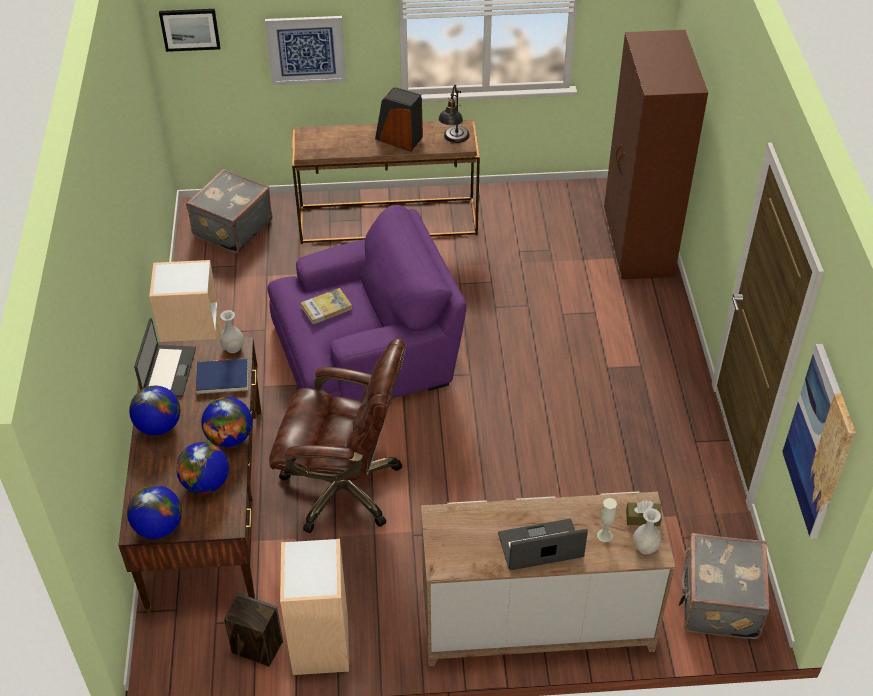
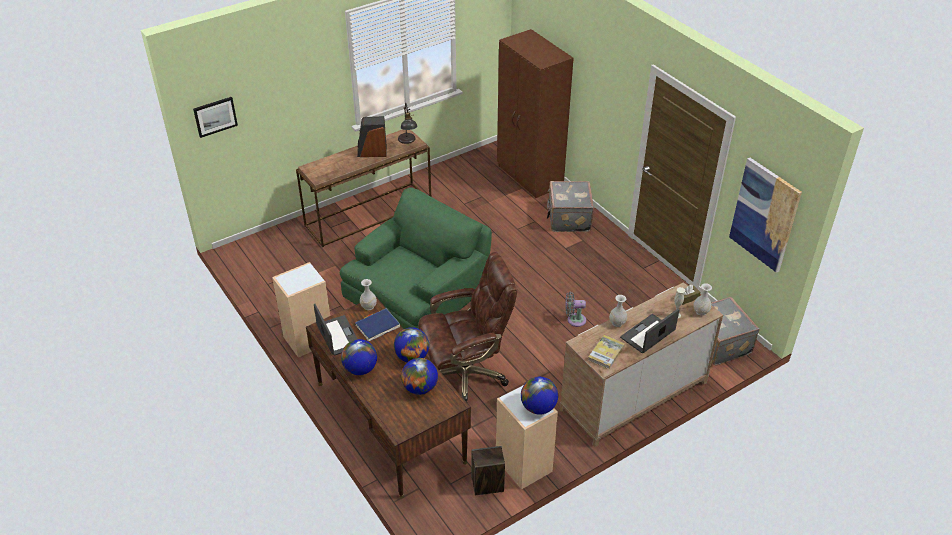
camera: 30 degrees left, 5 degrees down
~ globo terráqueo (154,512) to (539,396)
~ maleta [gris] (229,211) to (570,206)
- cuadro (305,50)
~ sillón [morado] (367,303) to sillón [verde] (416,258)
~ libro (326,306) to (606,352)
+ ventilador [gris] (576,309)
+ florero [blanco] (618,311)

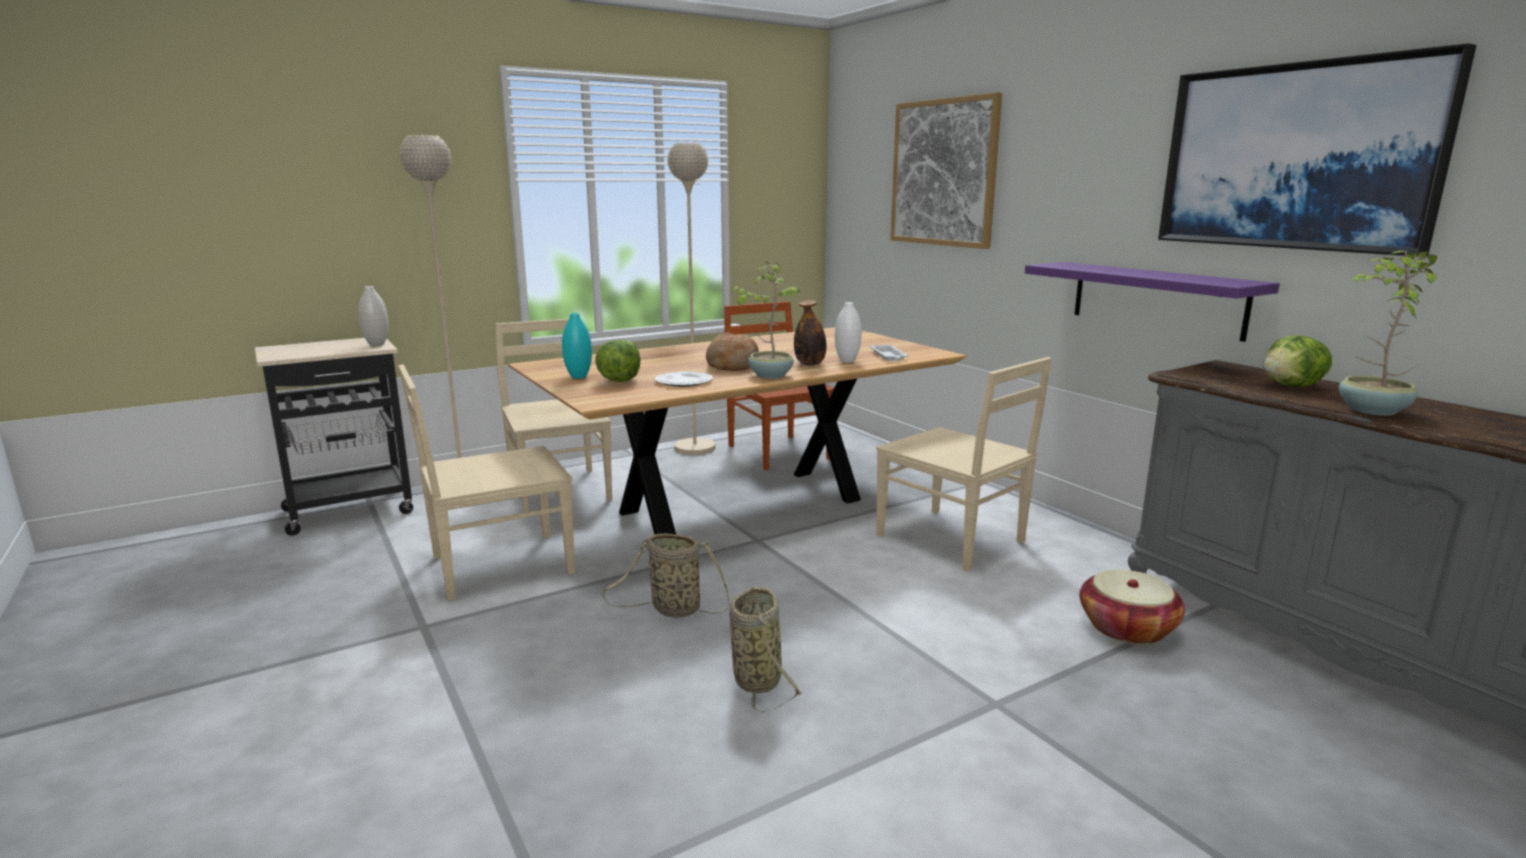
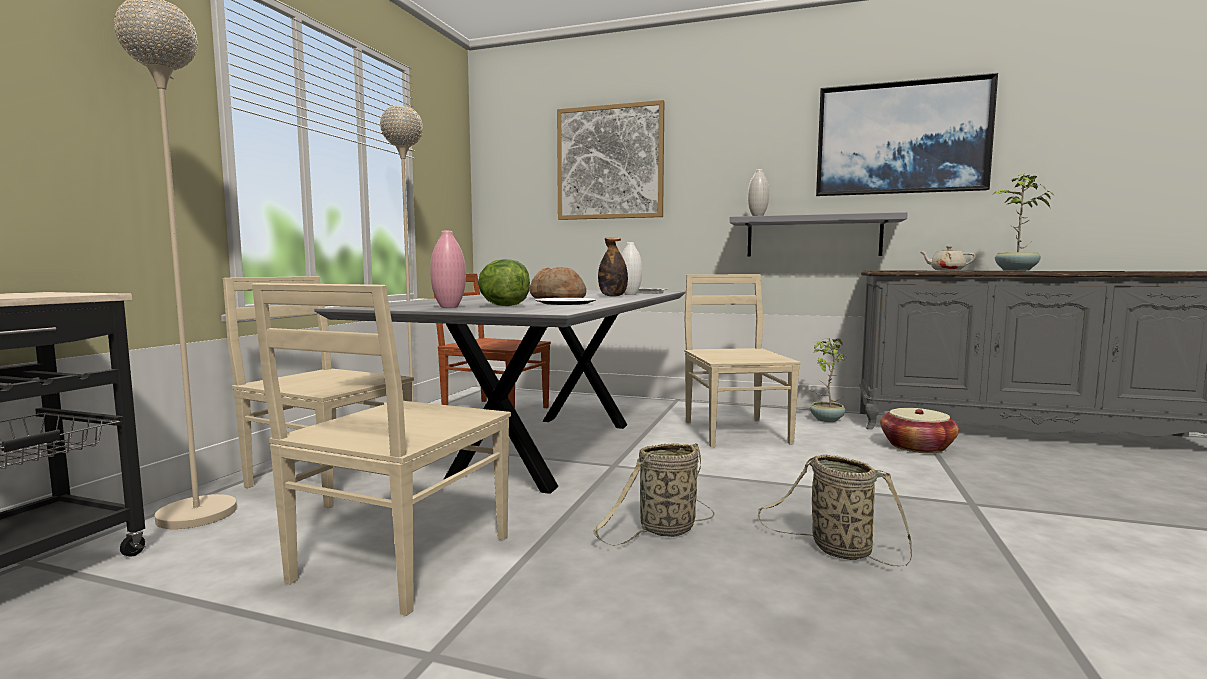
camera: 40 degrees left, 10 degrees down
~ florero [blanco] (373,316) to (758,192)
~ mesa de comedor [marrón] (737,431) to mesa de comedor [gris] (499,392)
~ florero [turquesa] (577,346) to florero [rosa] (448,269)
~ planta en maceta (765,320) to (829,380)
~ silla [beis] (964,464) = (742,360) 105 degrees counterclockwise
~ estante [morado] (1152,302) to estante [gris] (819,234)
~ lechuga (1297,361) to tetera [beis] (948,258)

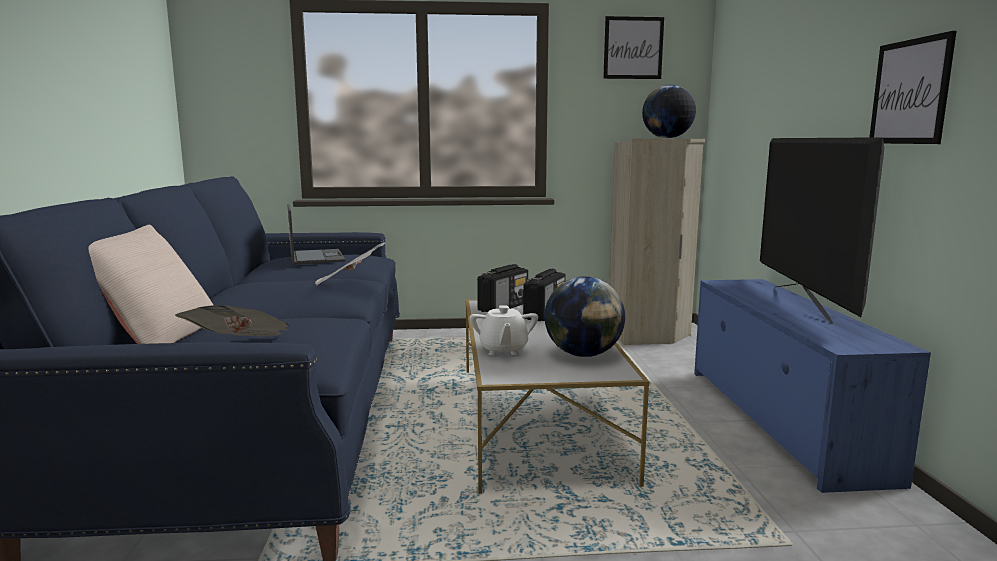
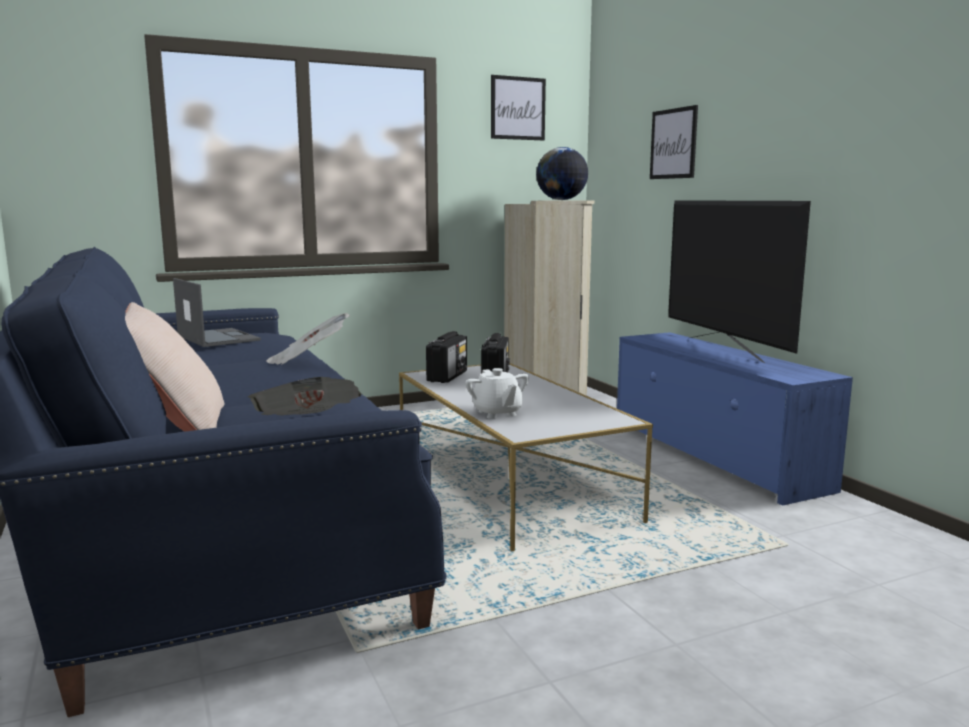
camera: 20 degrees left, 0 degrees up
- globo terráqueo (584,316)
~ cuadro (913,87) to (674,142)

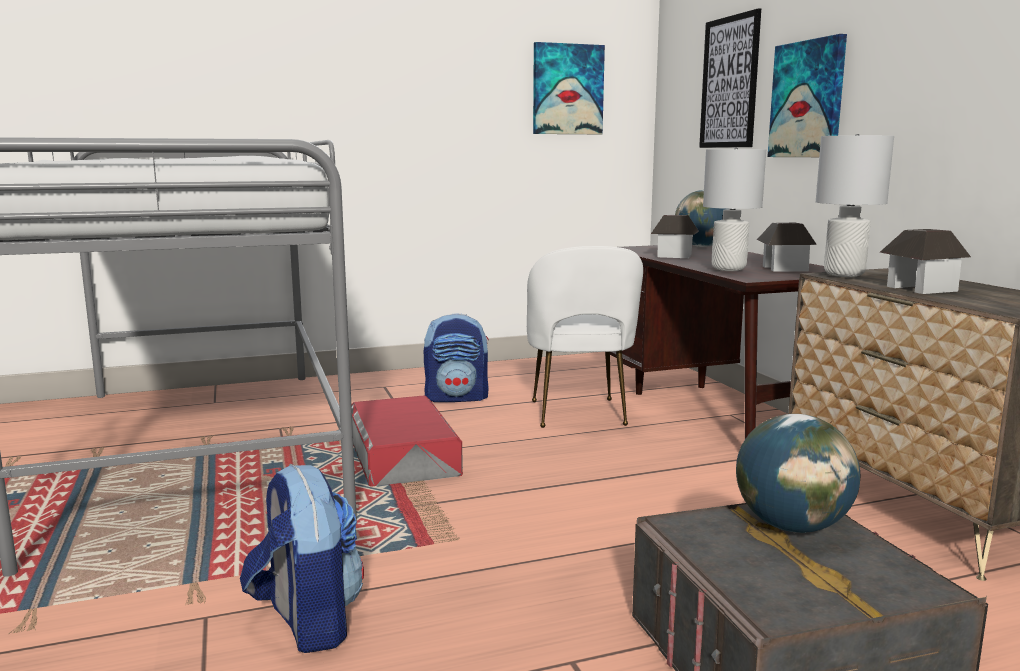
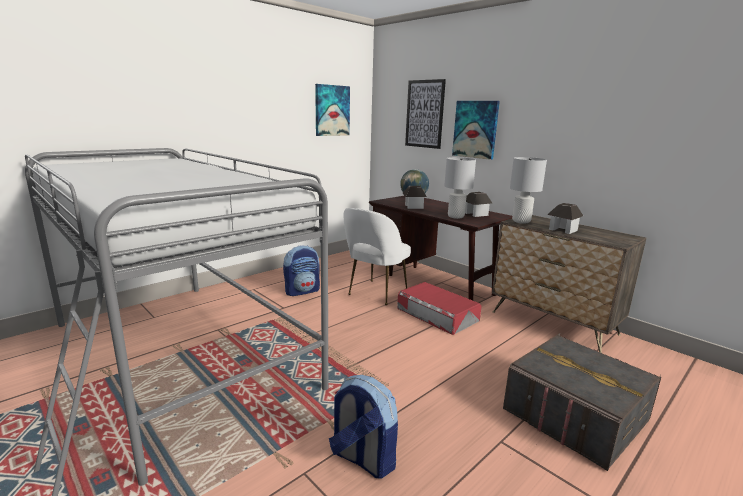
camera: 25 degrees left, 5 degrees up
~ caja de almacenaje [rojo] (407,441) to (439,308)
~ silla [blanco] (585,337) = (377,256) 60 degrees clockwise
- globo terráqueo (798,473)

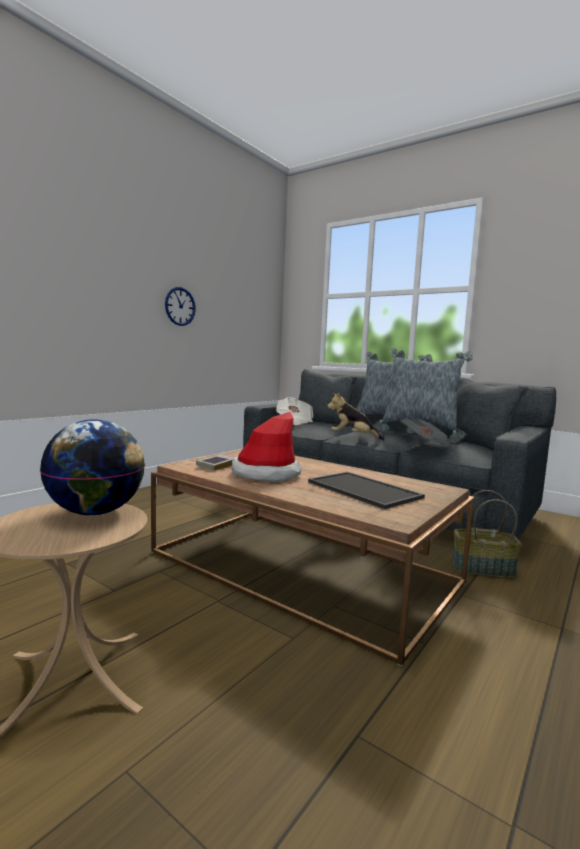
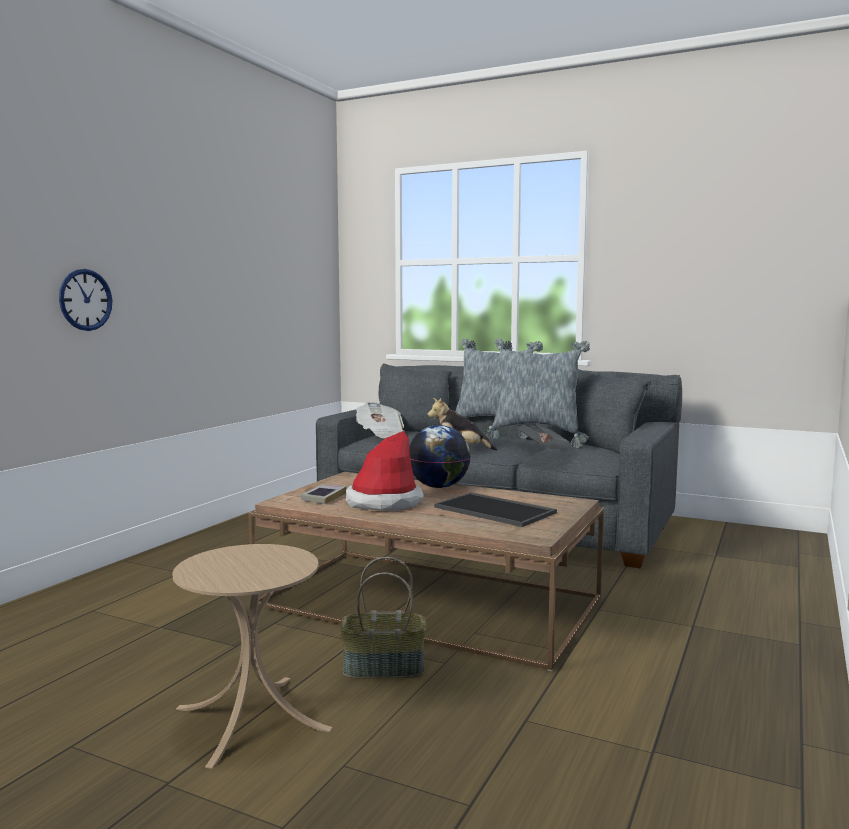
camera: 10 degrees left, 0 degrees up
~ globo terráqueo (92,467) to (439,456)
~ reloj de pared (180,306) to (85,300)
~ cesta (487,534) to (383,617)

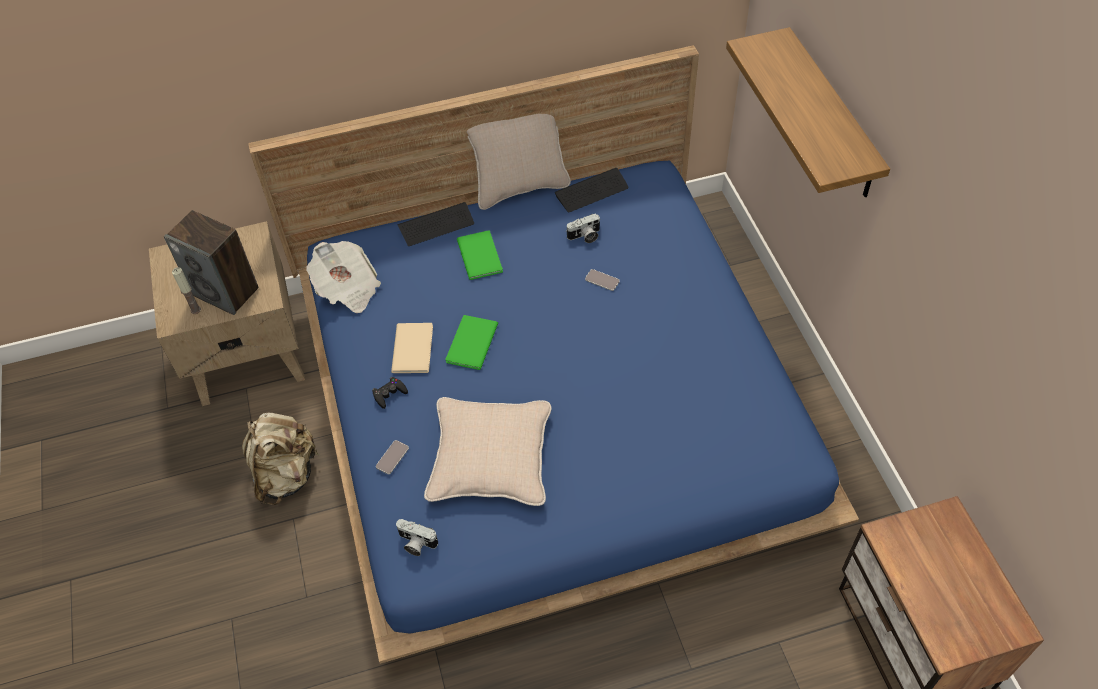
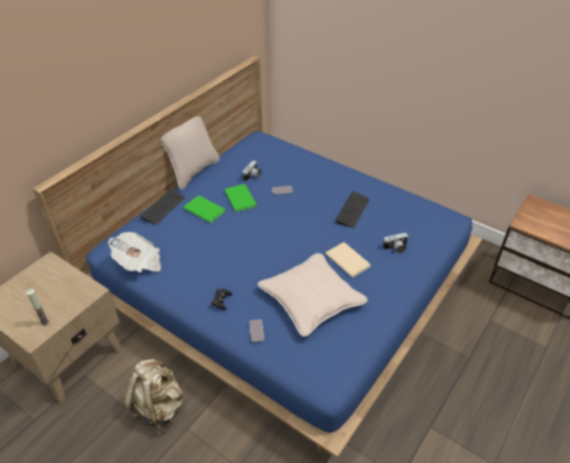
camera: 40 degrees left, 10 degrees down
- altavoz (211,262)
~ libro [beis] (412,348) to (348,260)
~ cámara (417,537) to (395,243)
~ libro [verde] (471,342) to (241,198)
~ teclado (592,190) to (352,209)
- estante (808,112)

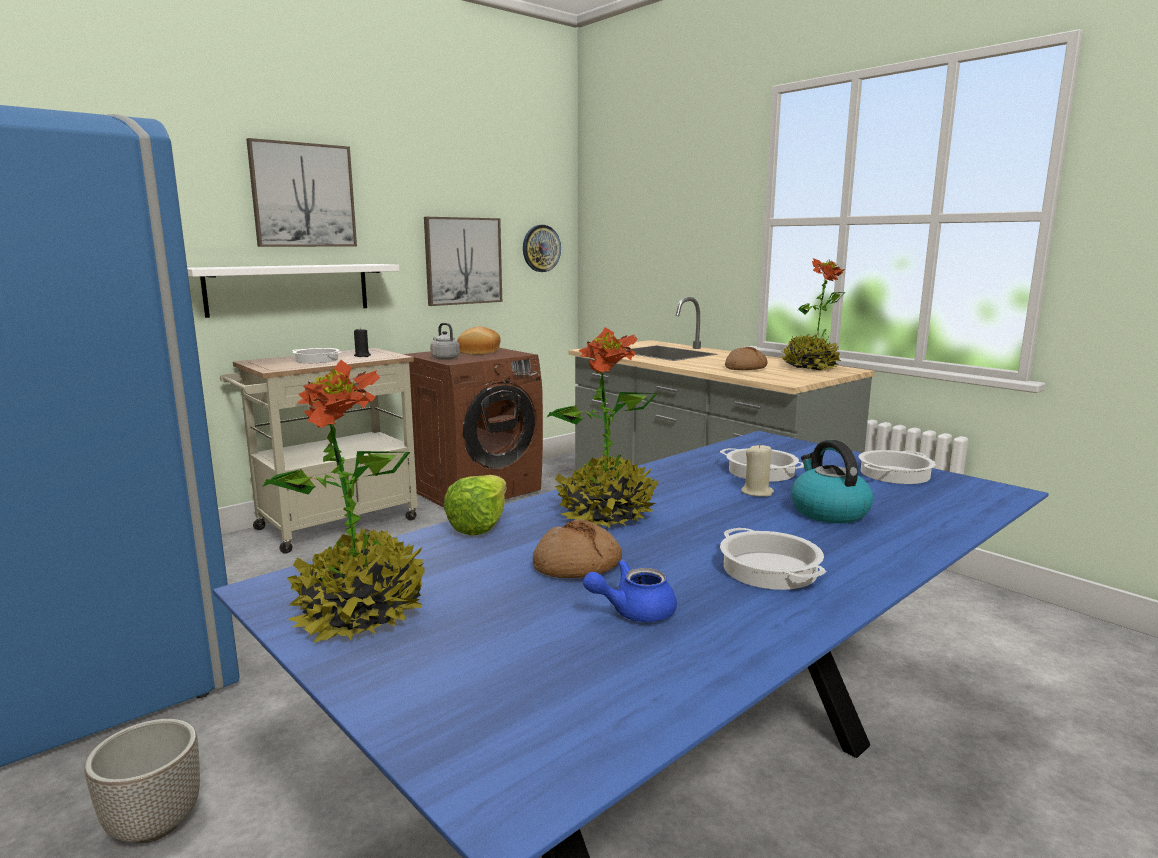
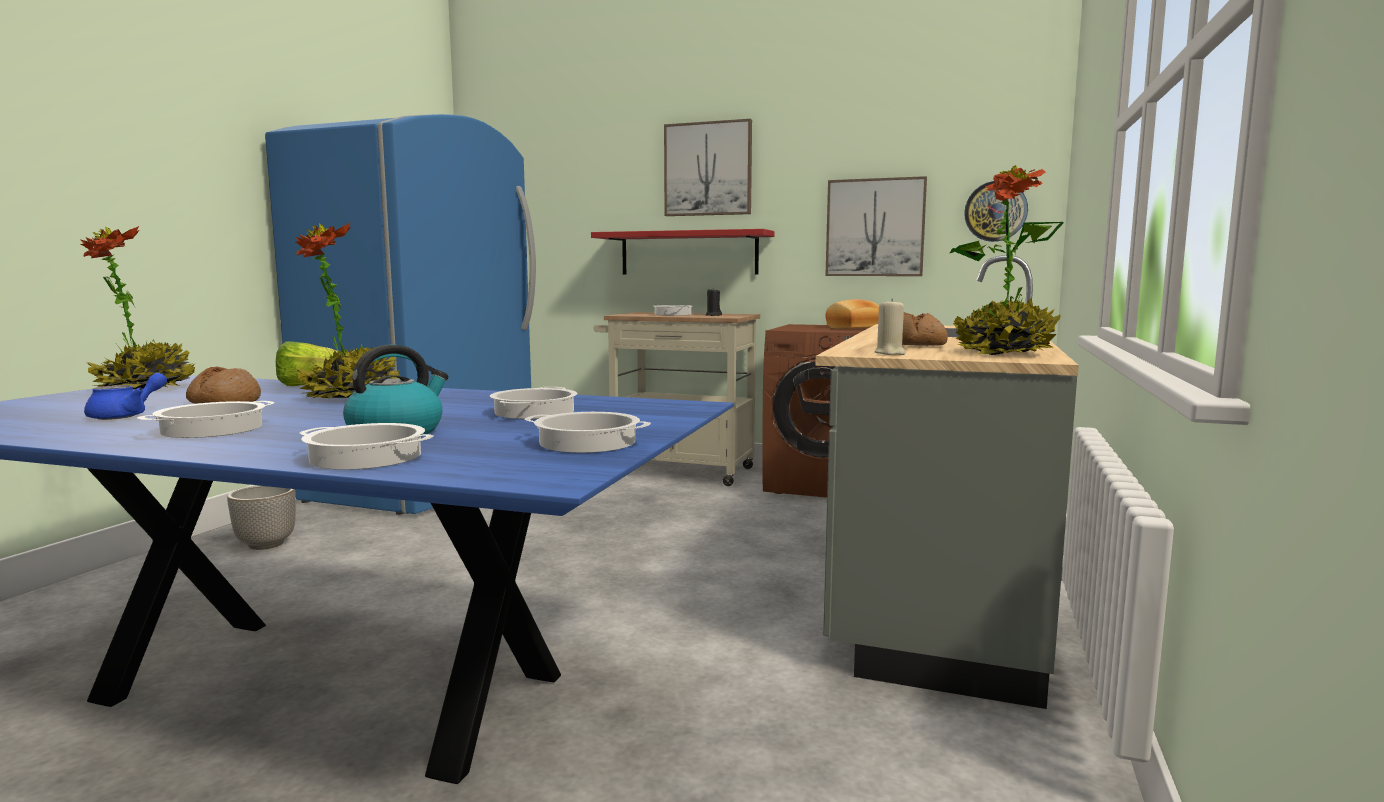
camera: 60 degrees right, 5 degrees down
~ estante [blanco] (293,291) to estante [rojo] (683,252)
- hervidor [gris] (445,341)
~ tetera [azul] (630,591) = (125,396) 75 degrees clockwise
~ vela [beis] (757,470) to (890,327)
+ olla (366,446)

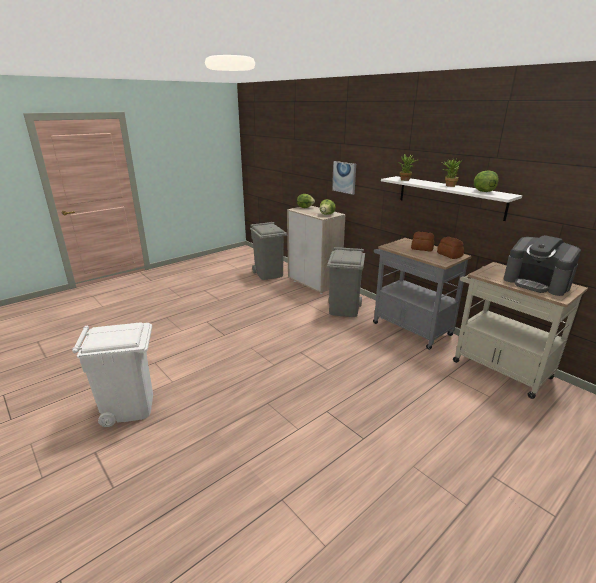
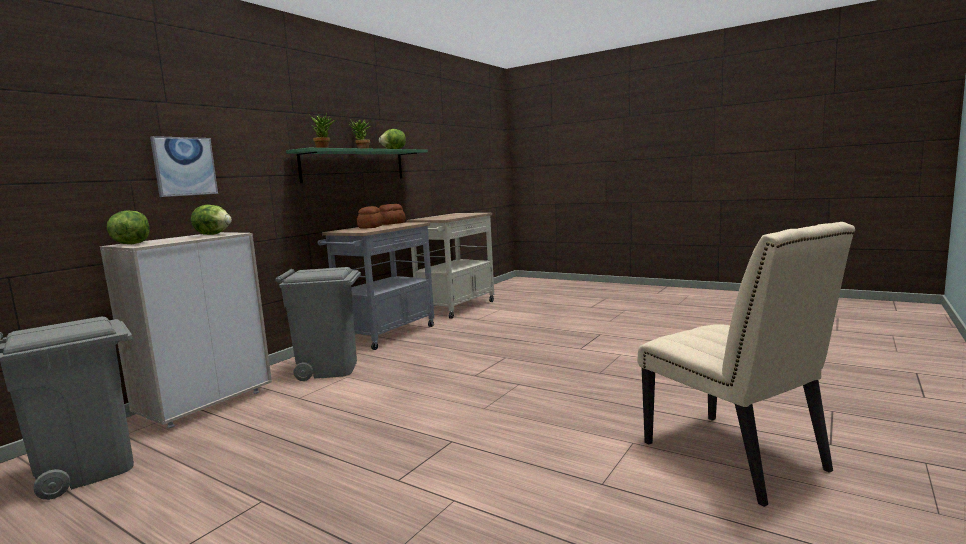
camera: 105 degrees left, 15 degrees down
~ papelera [blanco] (112,374) to silla [beis] (746,364)
~ estante [blanco] (451,198) to estante [verde] (357,165)
- cafetera (542,265)

